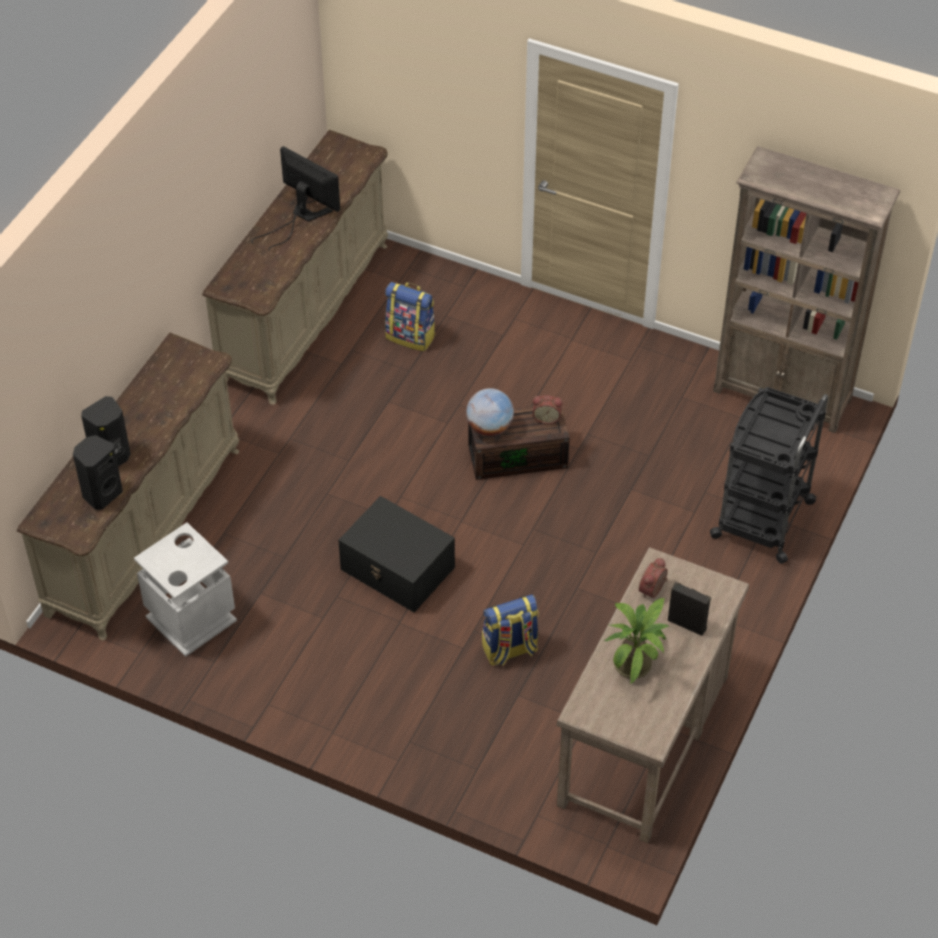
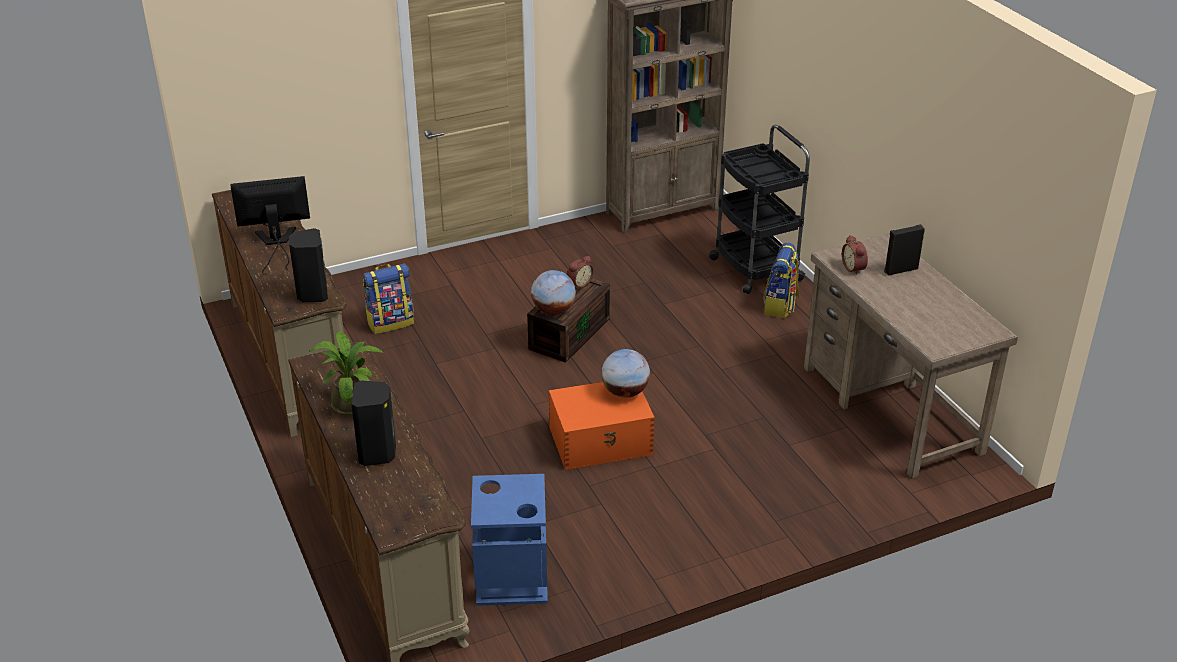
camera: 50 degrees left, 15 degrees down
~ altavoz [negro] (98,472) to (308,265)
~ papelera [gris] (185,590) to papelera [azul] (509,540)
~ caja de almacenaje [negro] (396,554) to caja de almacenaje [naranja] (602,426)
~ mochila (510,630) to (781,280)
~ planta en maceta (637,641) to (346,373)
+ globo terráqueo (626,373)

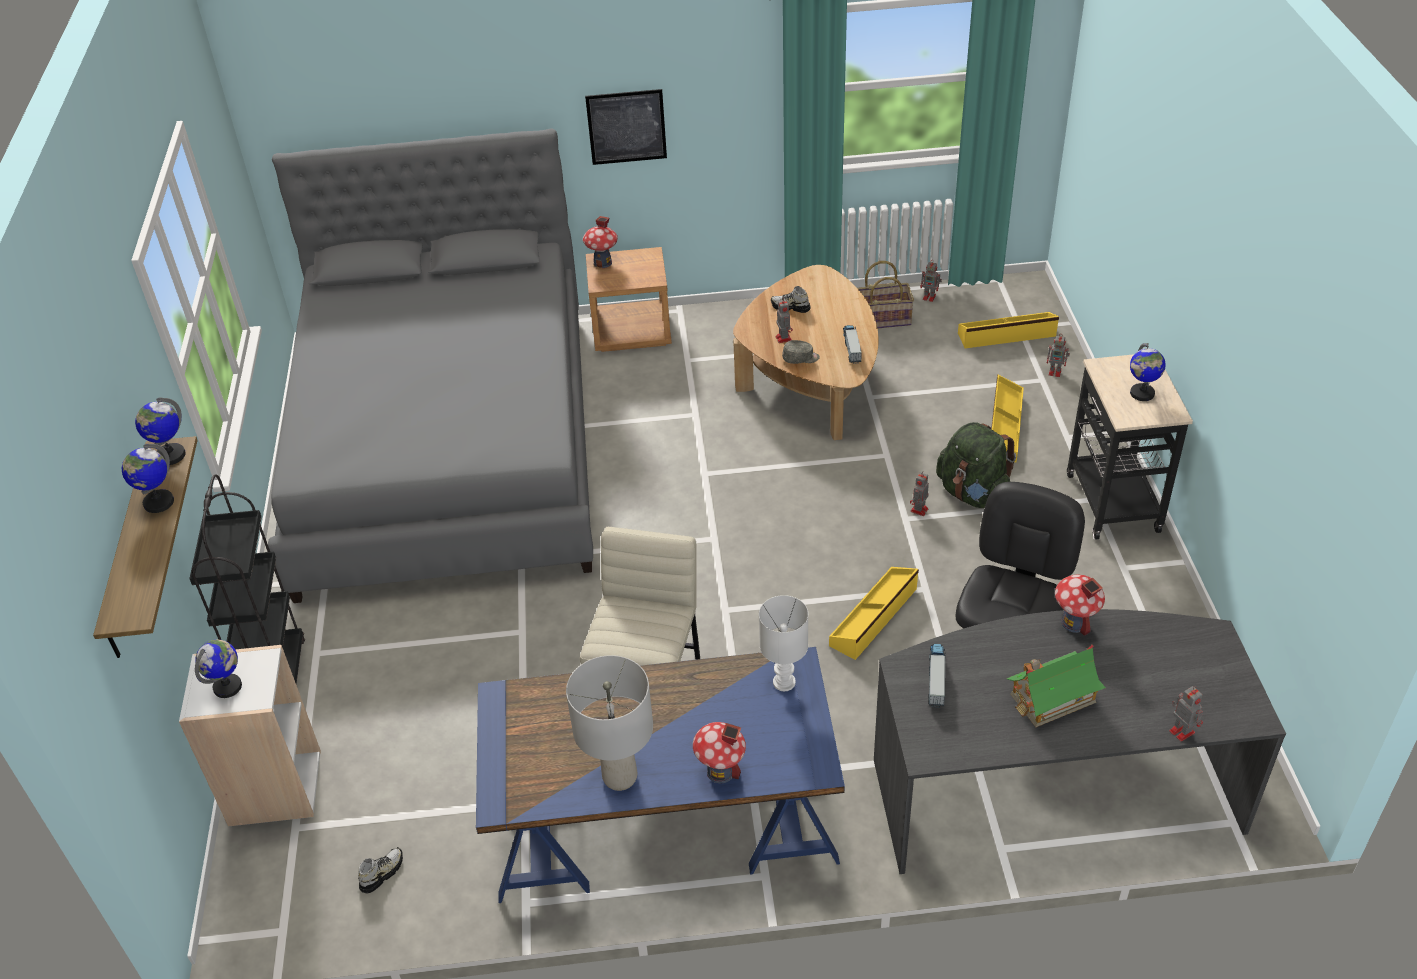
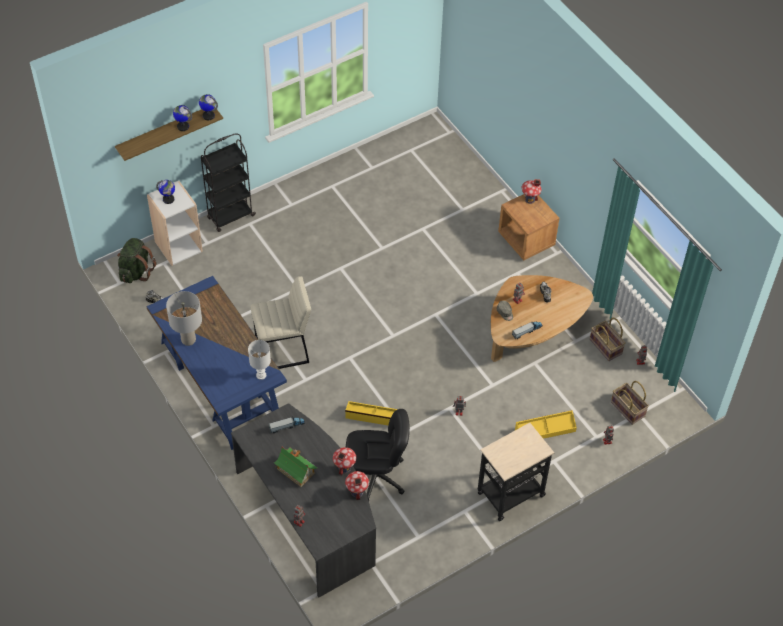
camera: 60 degrees right, 10 degrees up
- cama [gris] (430,365)
- cuadro (626,127)
~ casita (719,752) to (357,485)
~ mochila [verde] (976,465) to (136,260)
~ caja de almacenaje [amarillo] (1008,330) to cesta (630,403)
- globo terráqueo (1148,372)

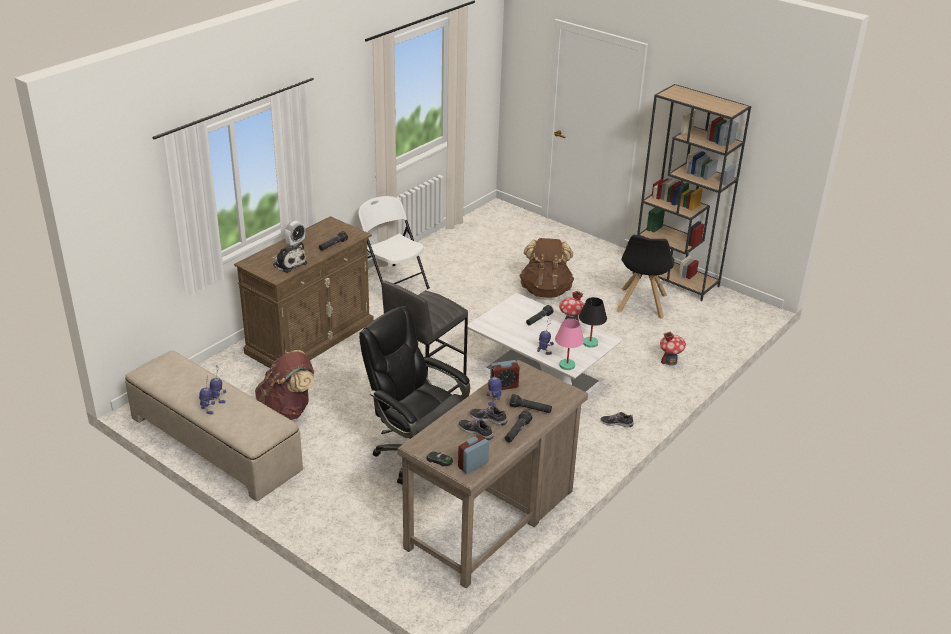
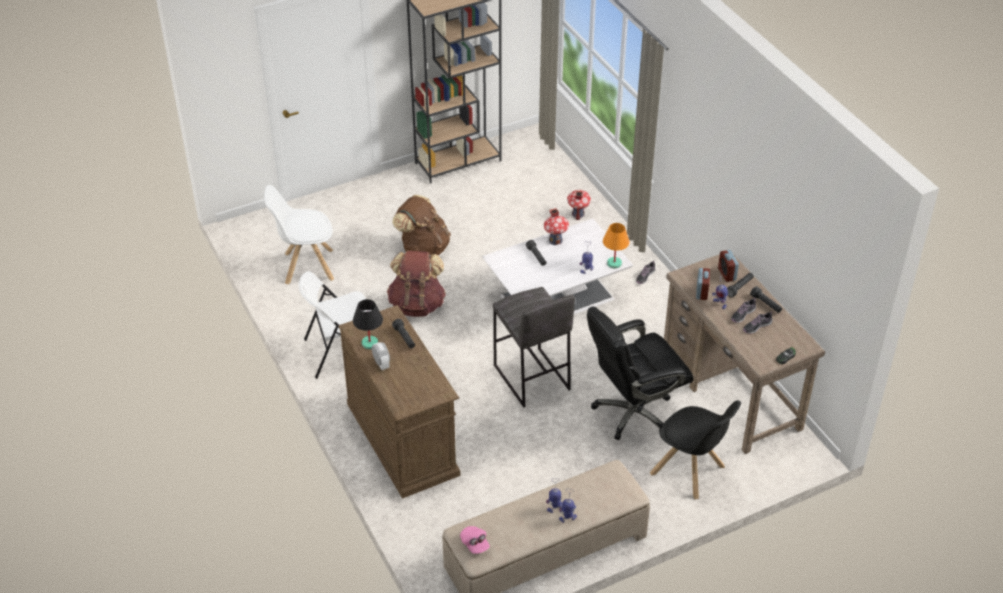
camera: 65 degrees left, 10 degrees up
~ mochila [marrón] (284,385) to (416,284)
- peluche (289,257)
~ despertador (473,454) to (728,266)
~ lámpara de mesa [rosa] (569,344) to lámpara de mesa [naranja] (616,245)
~ lámpara de mesa [negro] (593,322) to (368,324)
~ silla [negro] (645,277) to (695,450)
+ silla [blanco] (299,235)
+ gorra [rosa] (475,540)

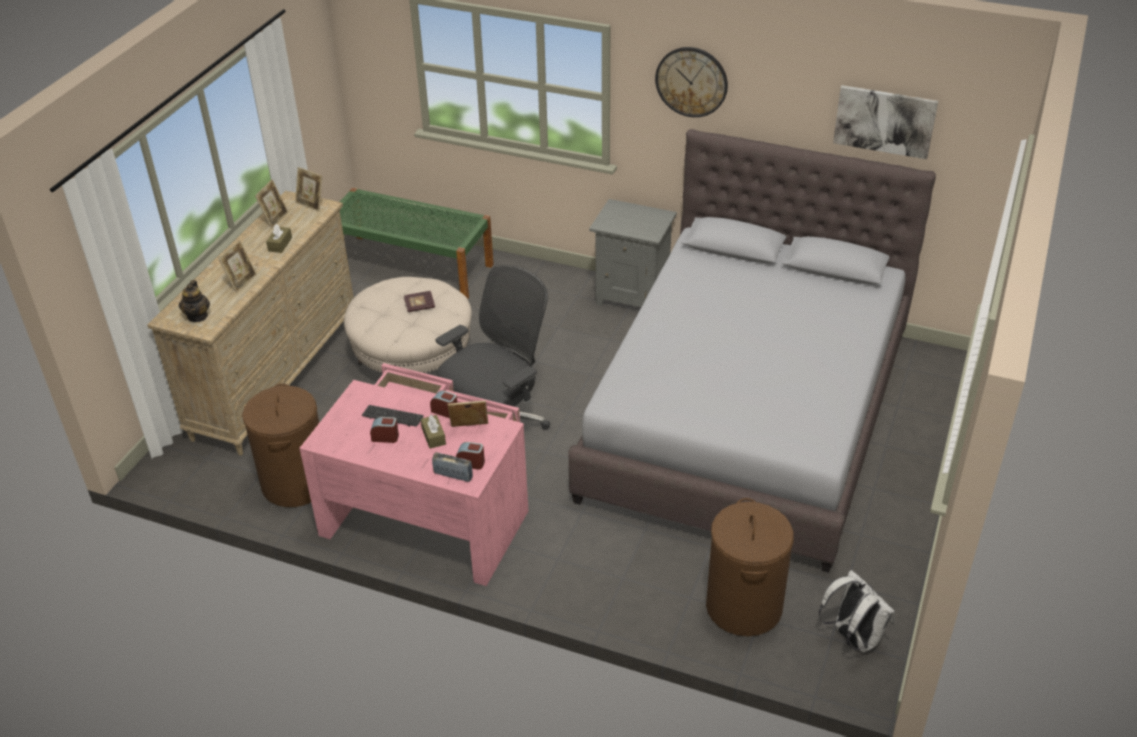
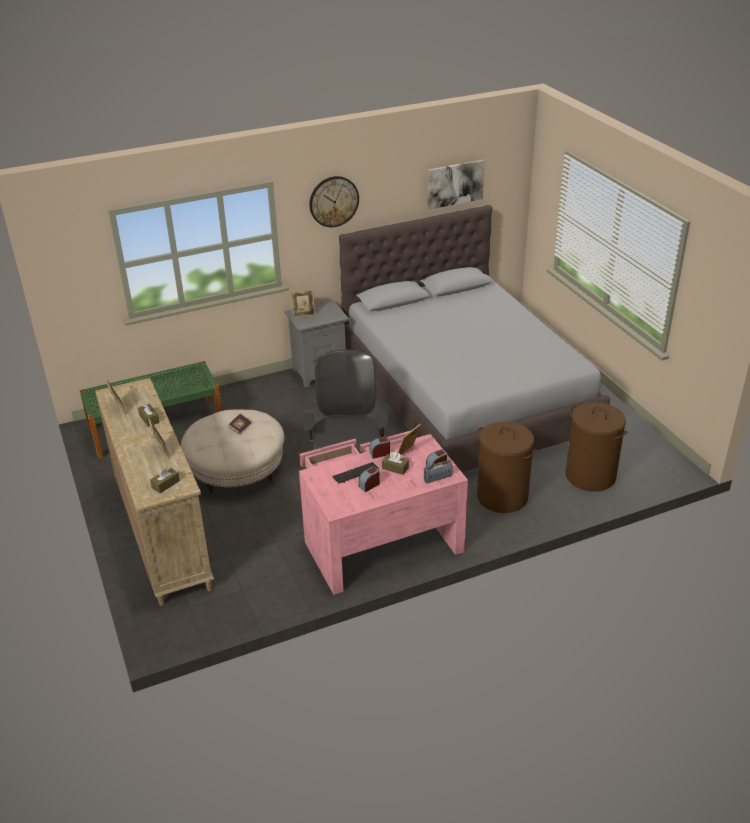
camera: 45 degrees left, 5 degrees down
~ tetera (194,301) to caja de pañuelos [marrón] (165,480)
~ cesto de la ropa [marrón] (280,445) to (506,467)
~ portarretratos (308,189) to (303,304)
- mochila [blanco] (857,611)

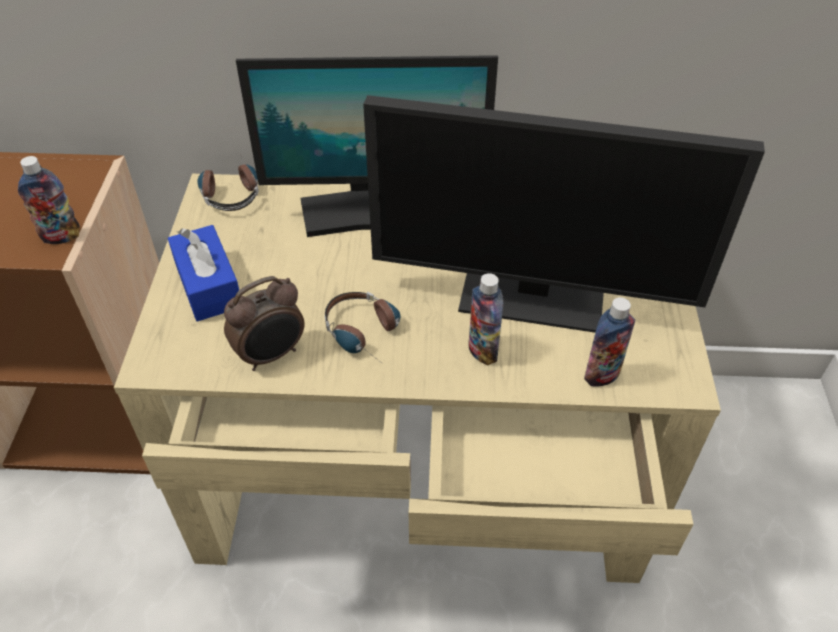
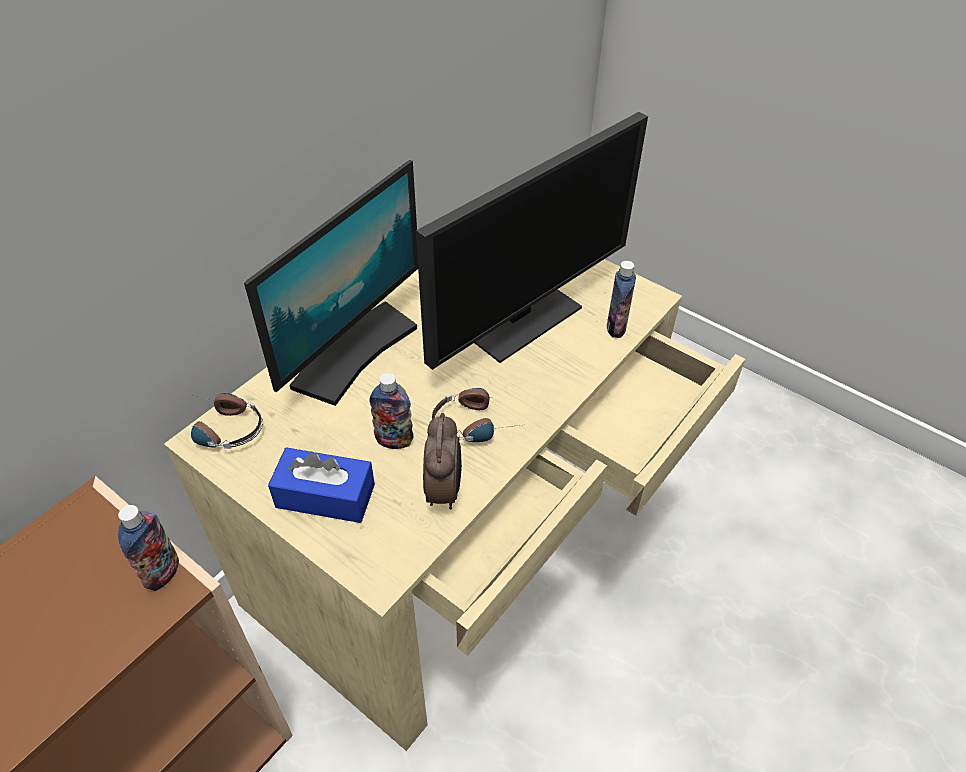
camera: 55 degrees left, 0 degrees up
~ botella (485,319) to (391,411)

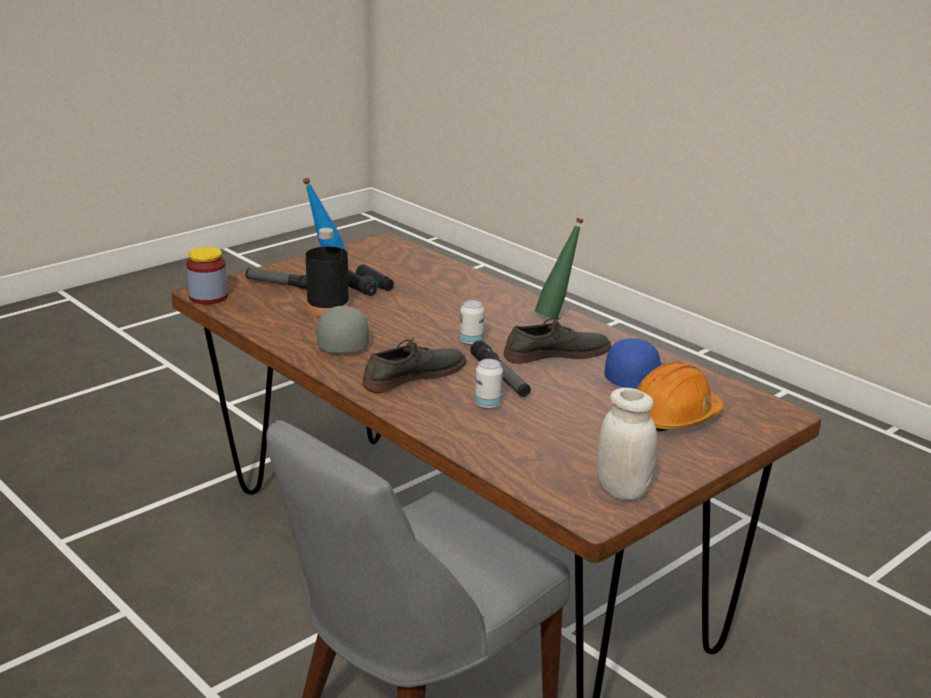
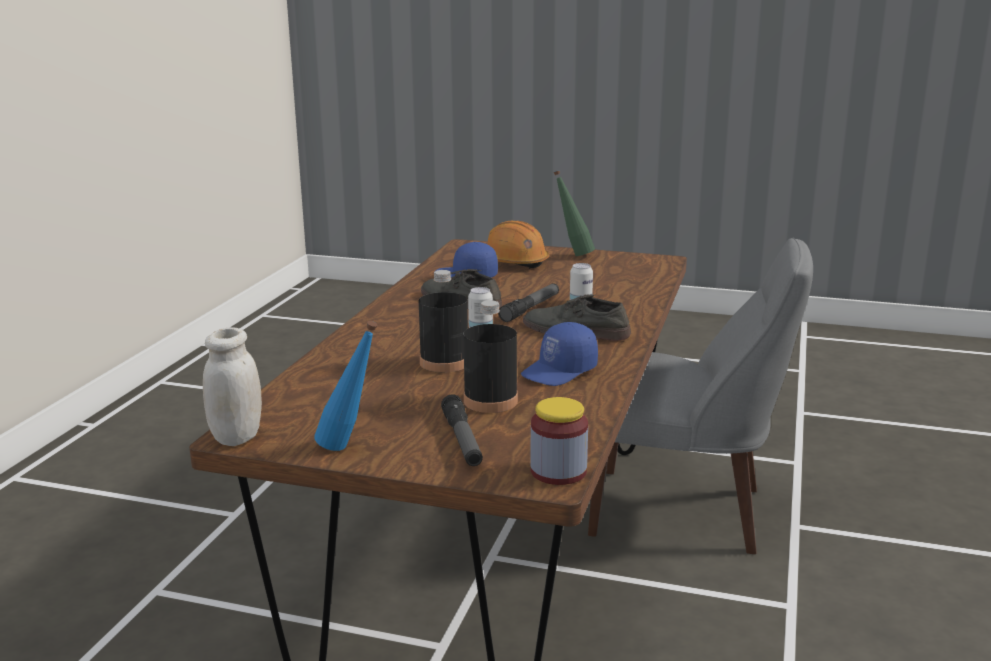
camera: 120 degrees left, 5 degrees down
~ gorra [gris] (343,329) to gorra [azul] (559,354)
- prismáticos [negro] (371,280)
~ botella [verde] (559,268) to (574,213)
~ tarro [blanco] (627,444) to (232,386)
+ botella [negro] (443,321)

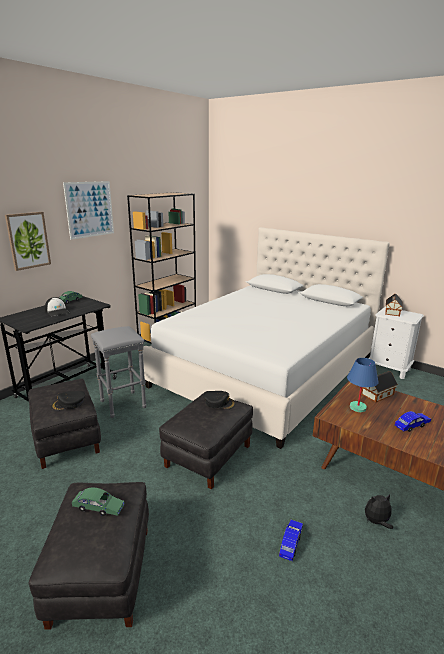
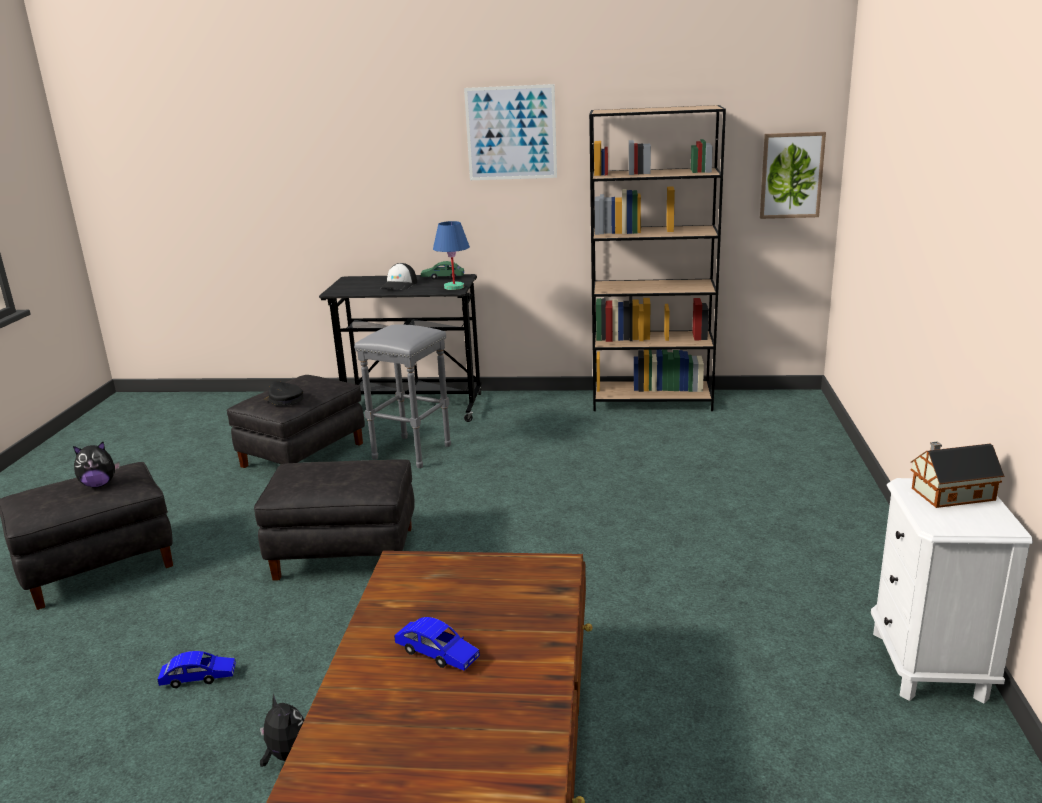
camera: 60 degrees right, 0 degrees up
~ cuadro (28,241) to (793,175)
~ coche de juguete [verde] (98,502) to peluche (96,464)
- cama [blanco] (266,338)
- gorra [negro] (219,400)
~ lámpara de mesa [azul] (363,385) to (451,255)
- casita (379,386)

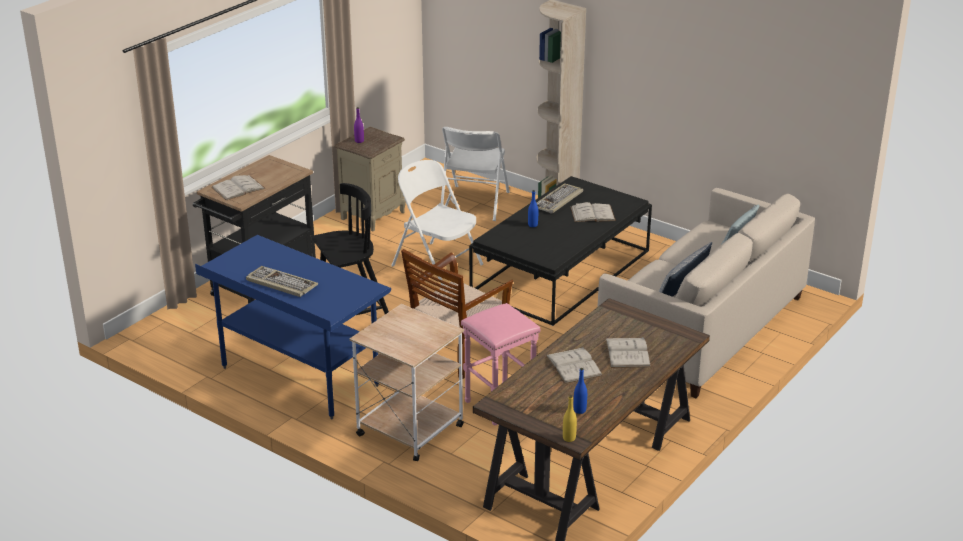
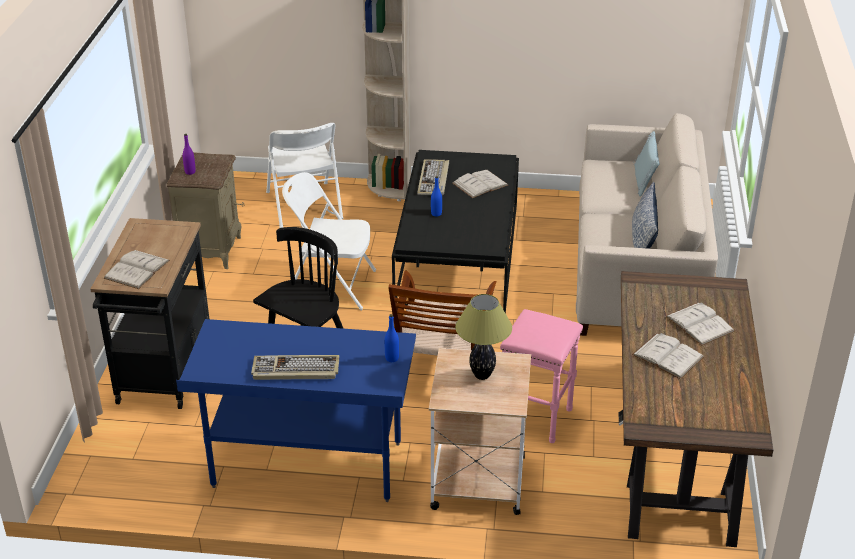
camera: 30 degrees left, 5 degrees up
- botella [amarillo] (570,418)
~ botella [azul] (580,391) to (392,338)
+ lámpara de mesa (483,337)

